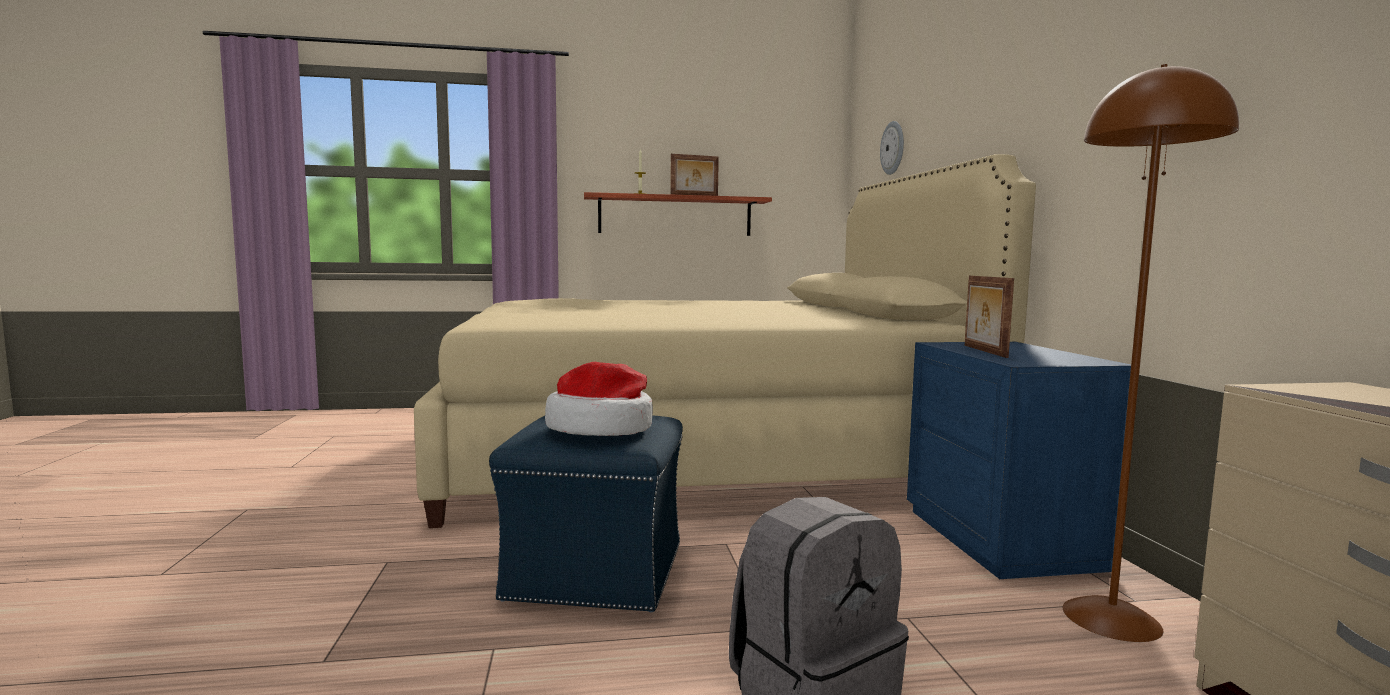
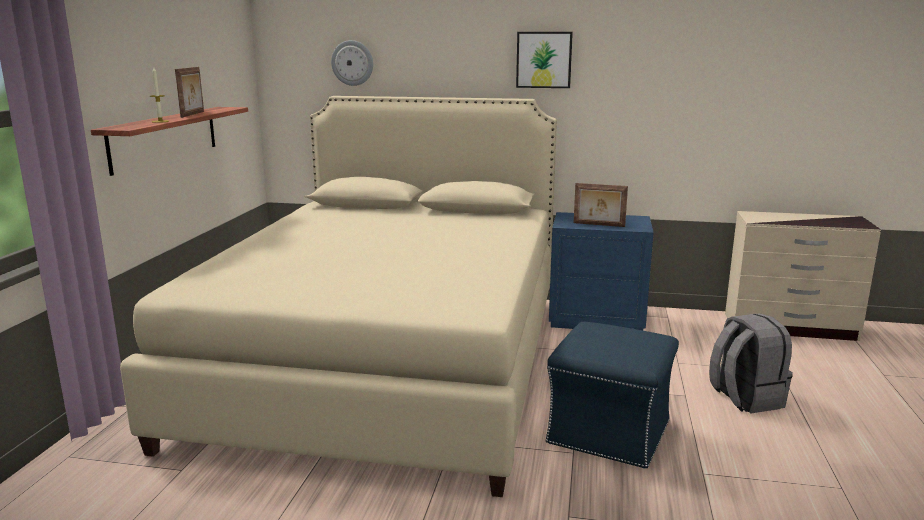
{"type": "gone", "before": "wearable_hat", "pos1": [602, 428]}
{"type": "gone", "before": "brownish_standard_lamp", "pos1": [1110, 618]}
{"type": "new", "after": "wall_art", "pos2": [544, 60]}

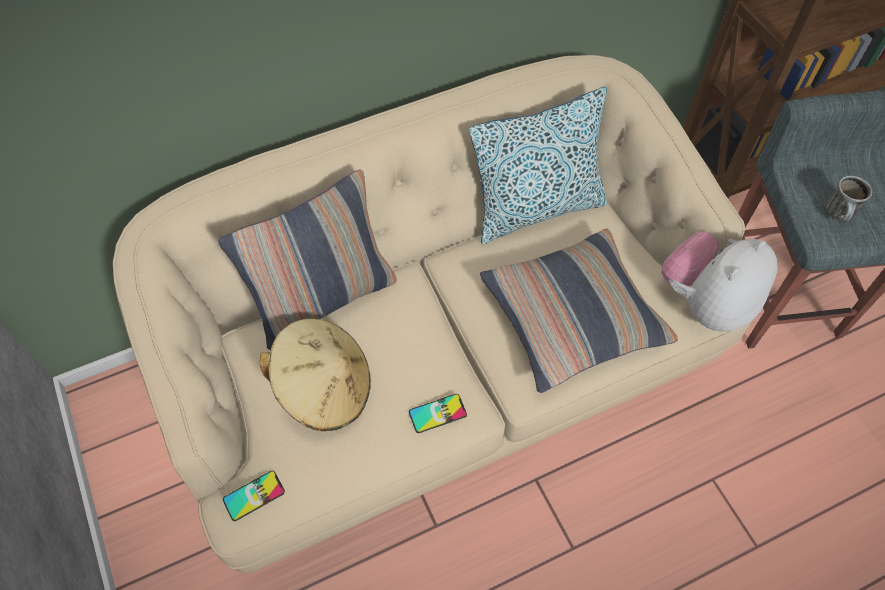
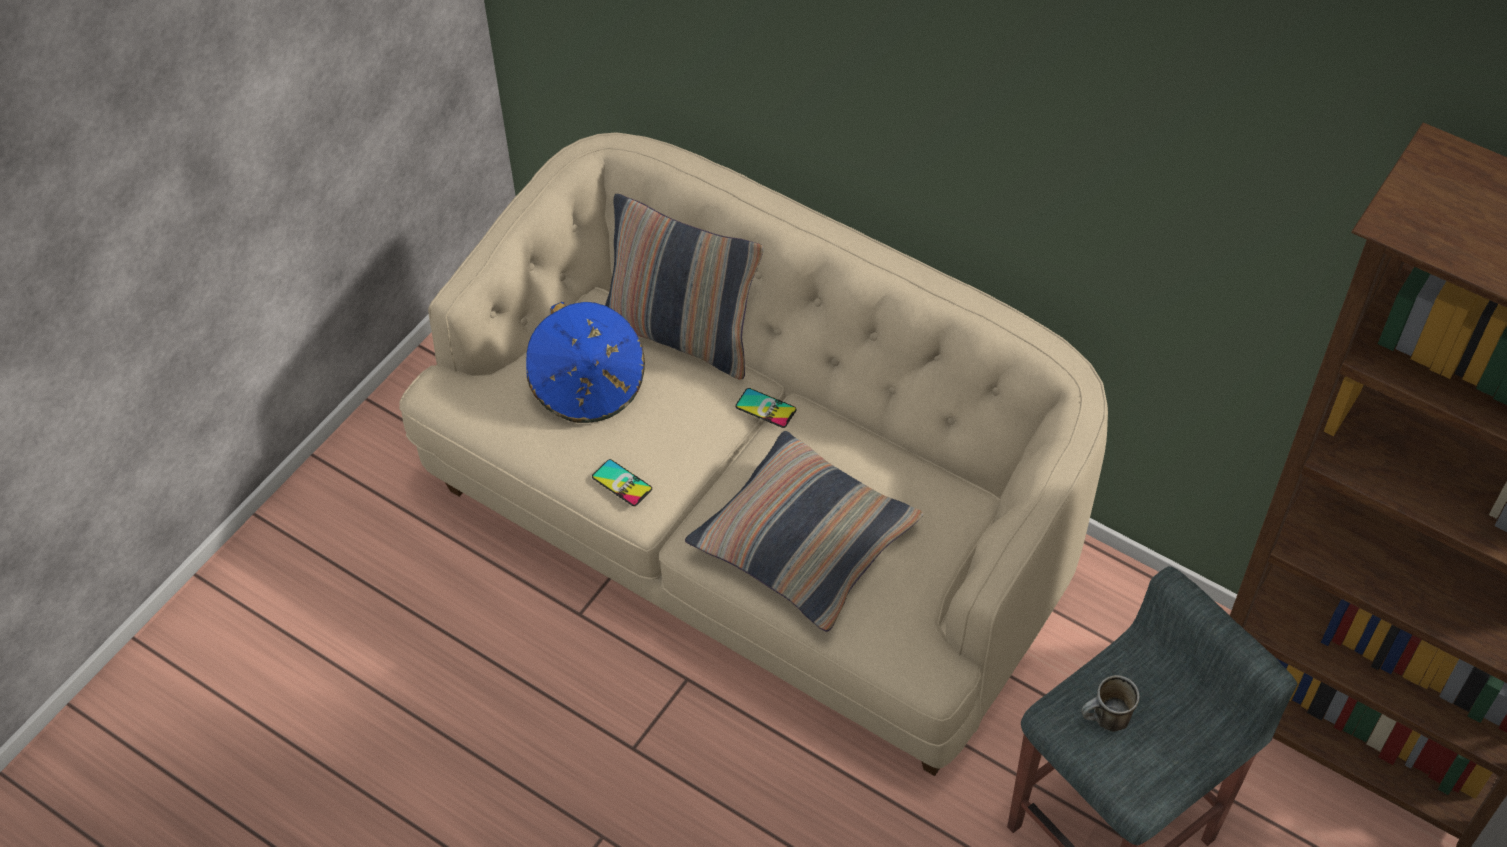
{"type": "gone", "before": "pillow", "pos1": [536, 209]}
{"type": "gone", "before": "soft_toy", "pos1": [706, 303]}
{"type": "shifted", "before": "telephone", "pos1": [254, 495], "pos2": [766, 408]}
{"type": "repainted", "before": "beige_wearable_hat", "after": "blue_wearable_hat", "pos1": [324, 388], "pos2": [588, 385]}

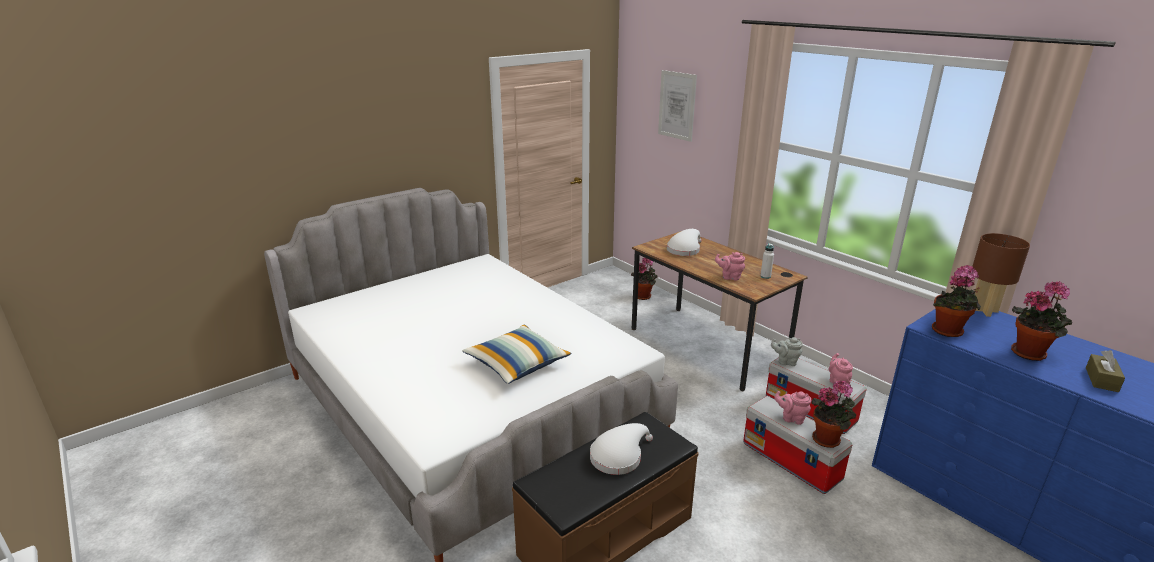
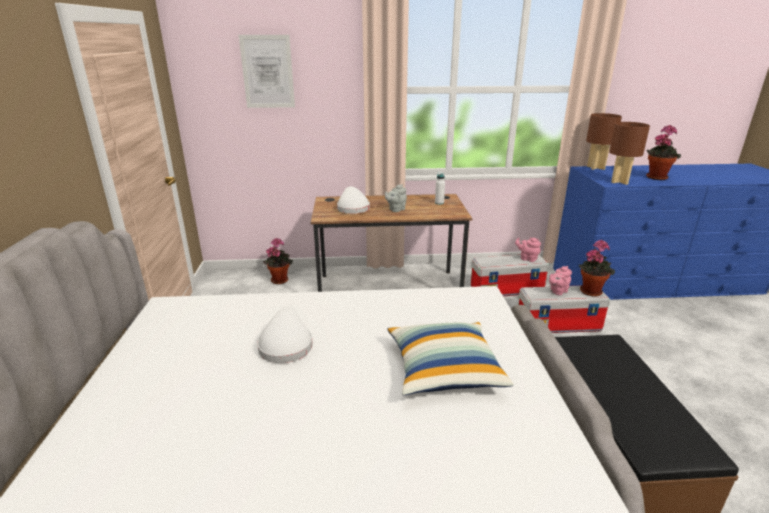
{"type": "gone", "before": "pinkish_teapot", "pos1": [729, 277]}
{"type": "gone", "before": "brownish_tissue_box", "pos1": [1101, 379]}
{"type": "shifted", "before": "white_wearable_hat", "pos1": [618, 456], "pos2": [286, 345]}
{"type": "shifted", "before": "grey_teapot", "pos1": [785, 362], "pos2": [396, 209]}
{"type": "swapped", "before": "plant_in_a_pot", "after": "brownish_lamp_for_a_table", "pos1": [948, 332], "pos2": [620, 182]}

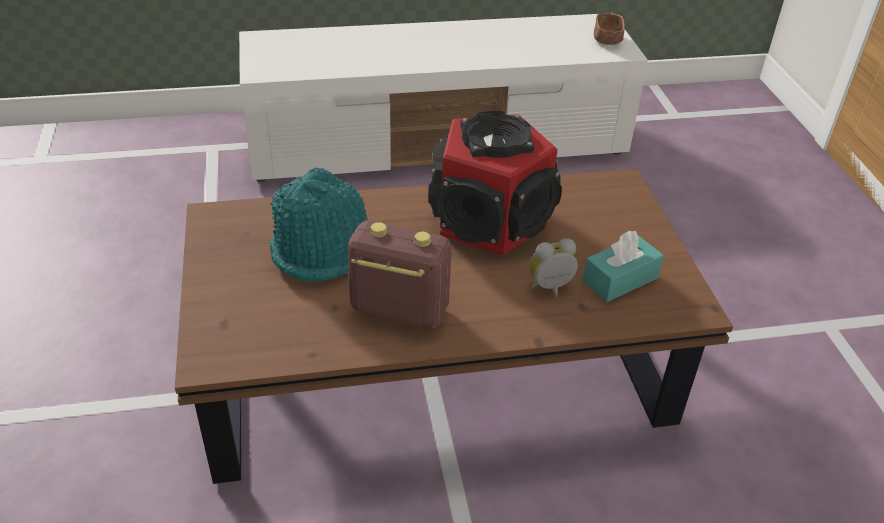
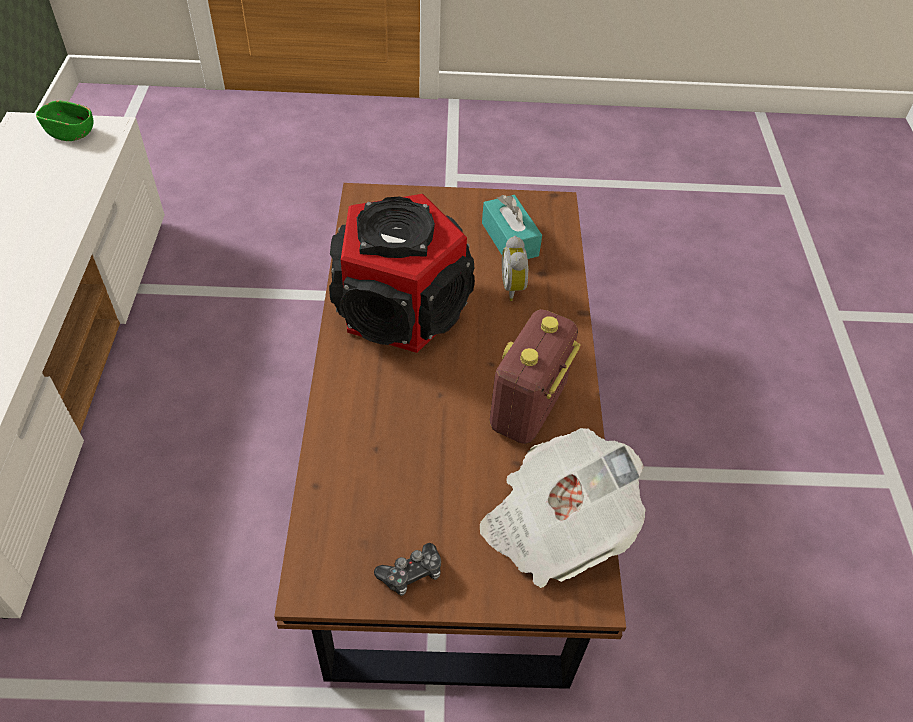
{"type": "gone", "before": "blue-green_wearable_hat", "pos1": [323, 248]}
{"type": "new", "after": "joypad", "pos2": [411, 574]}
{"type": "new", "after": "daily_paper", "pos2": [555, 526]}
{"type": "repainted", "before": "brownish_deep_dish", "after": "green_deep_dish", "pos1": [607, 39], "pos2": [71, 133]}

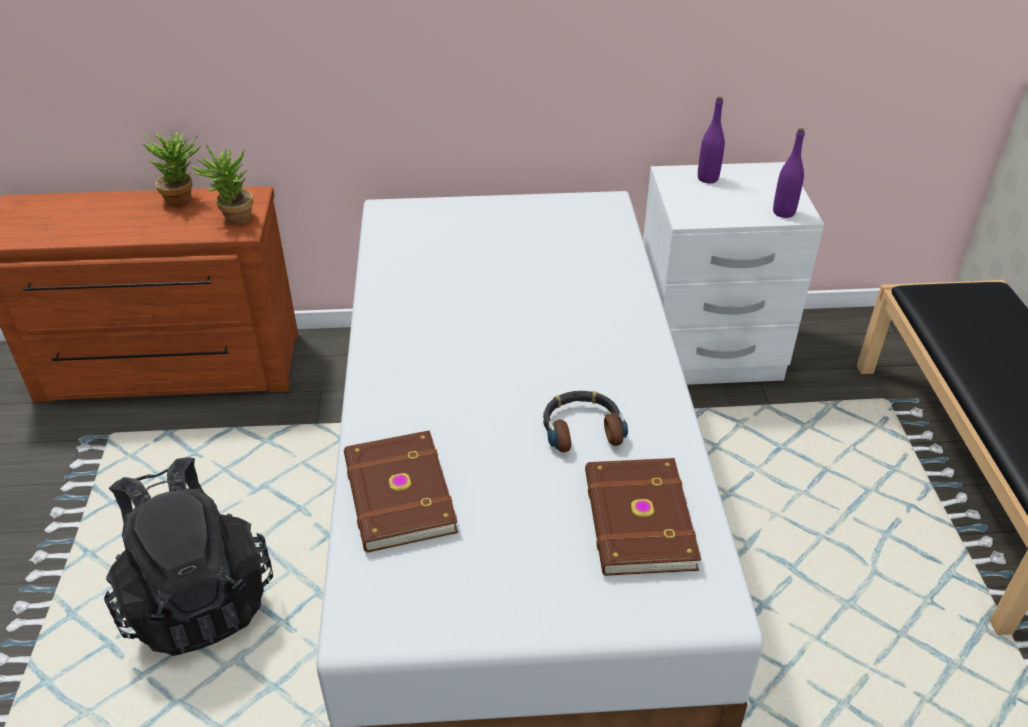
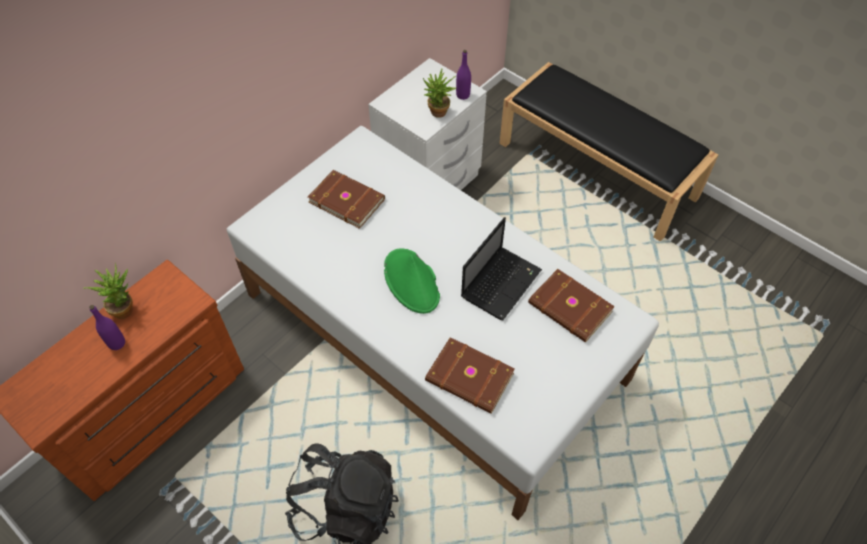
{"type": "new", "after": "brownish_book", "pos2": [347, 200]}
{"type": "new", "after": "green_wearable_hat", "pos2": [412, 282]}
{"type": "shifted", "before": "plant_in_a_pot", "pos1": [233, 219], "pos2": [437, 114]}
{"type": "shifted", "before": "purple_beverage_bottle", "pos1": [707, 178], "pos2": [117, 343]}
{"type": "swapped", "before": "headphones", "after": "notebook_computer", "pos1": [582, 428], "pos2": [501, 282]}

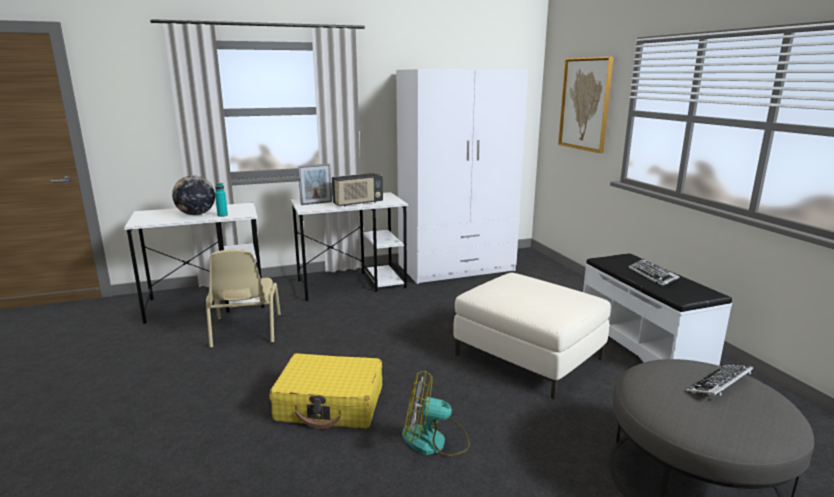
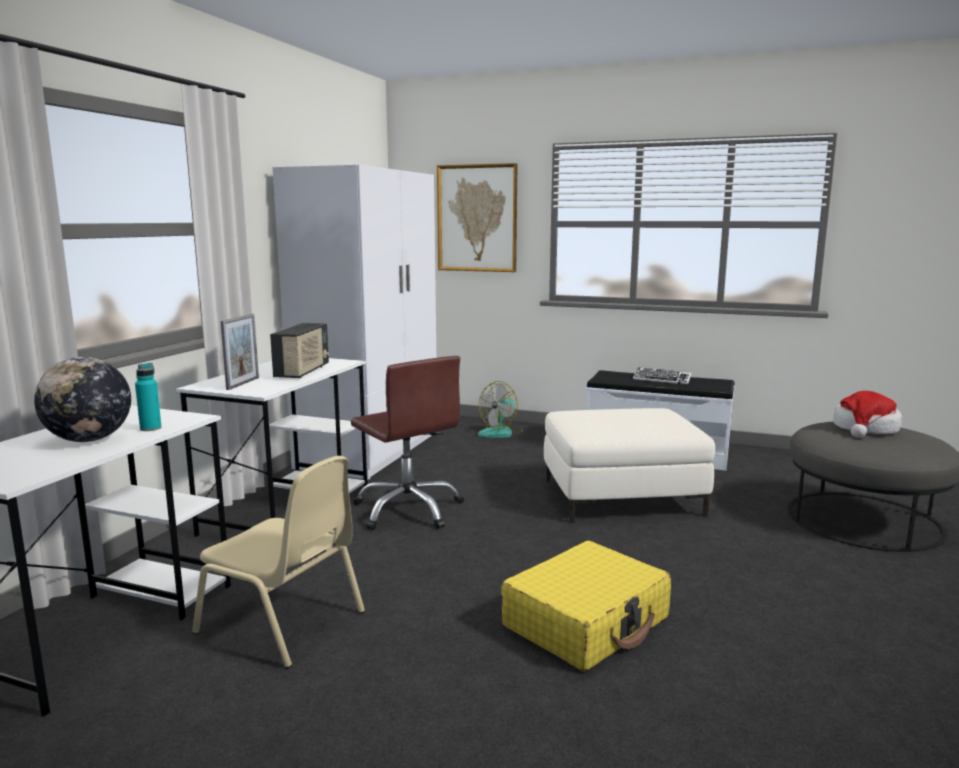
{"type": "new", "after": "brownish_computer_chair", "pos2": [408, 509]}
{"type": "shifted", "before": "cooling_fan", "pos1": [434, 441], "pos2": [501, 432]}
{"type": "swapped", "before": "keyboard", "after": "wearable_hat", "pos1": [719, 385], "pos2": [865, 429]}

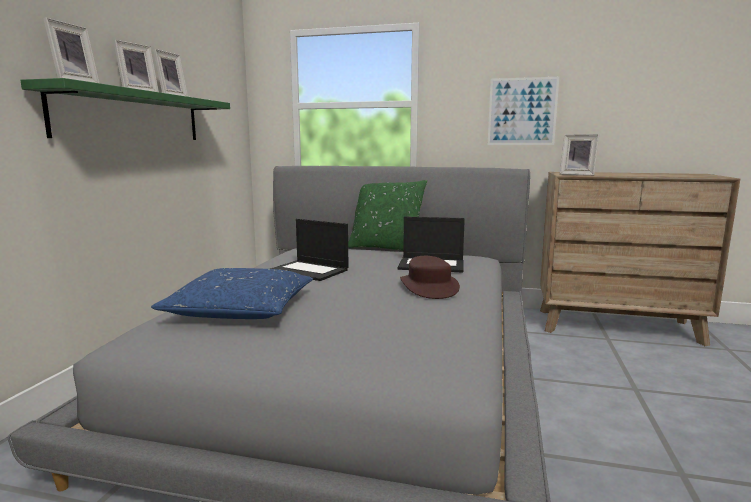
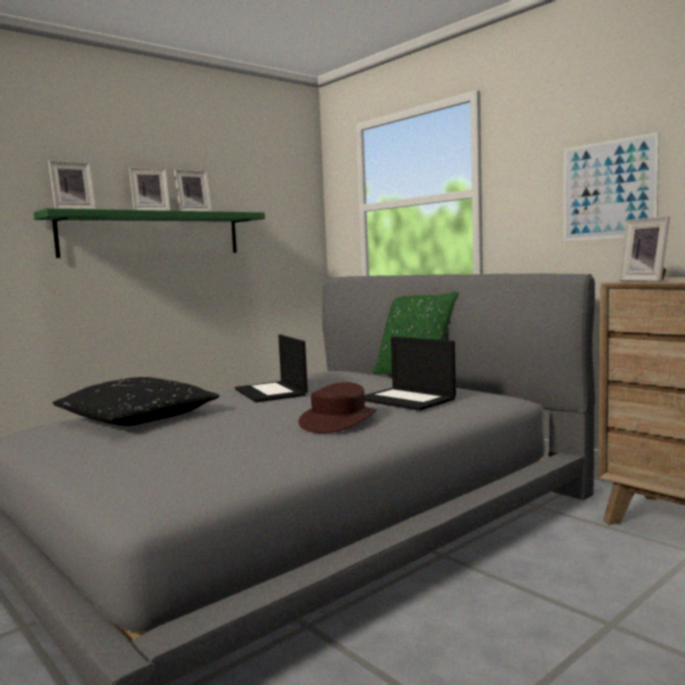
{"type": "repainted", "before": "blue_pillow", "after": "black_pillow", "pos1": [241, 310], "pos2": [137, 418]}

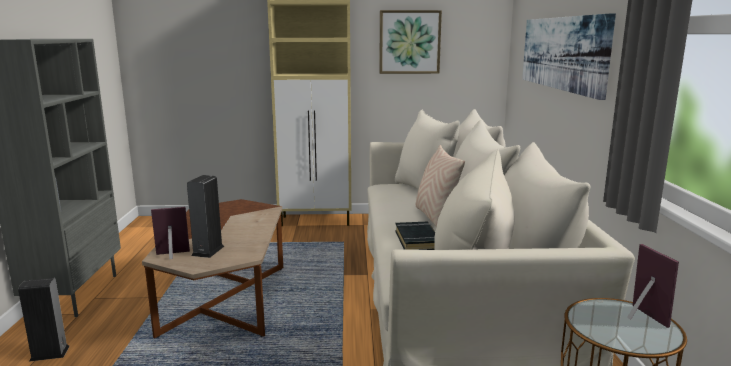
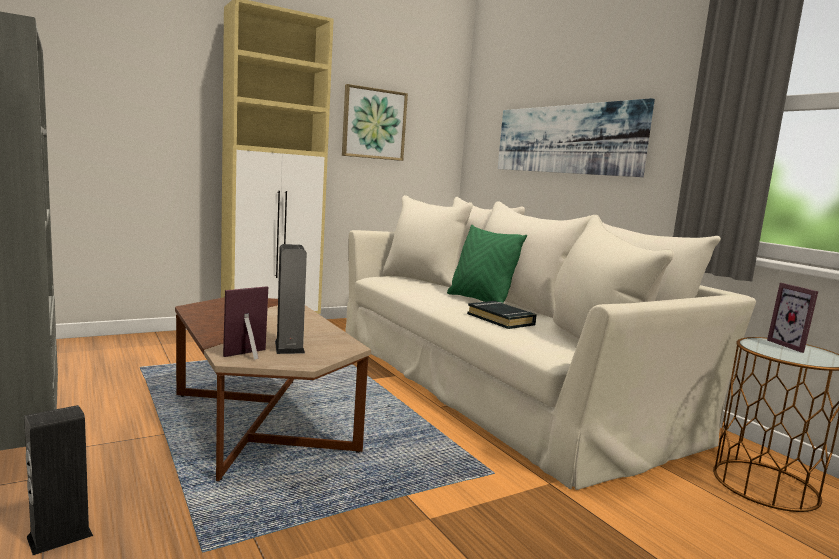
{"type": "repainted", "before": "beige_pillow", "after": "green_pillow", "pos1": [435, 217], "pos2": [480, 300]}
{"type": "rotated", "before": "standing_frame", "pos1": [640, 317], "pos2": [793, 346], "turn": -150}

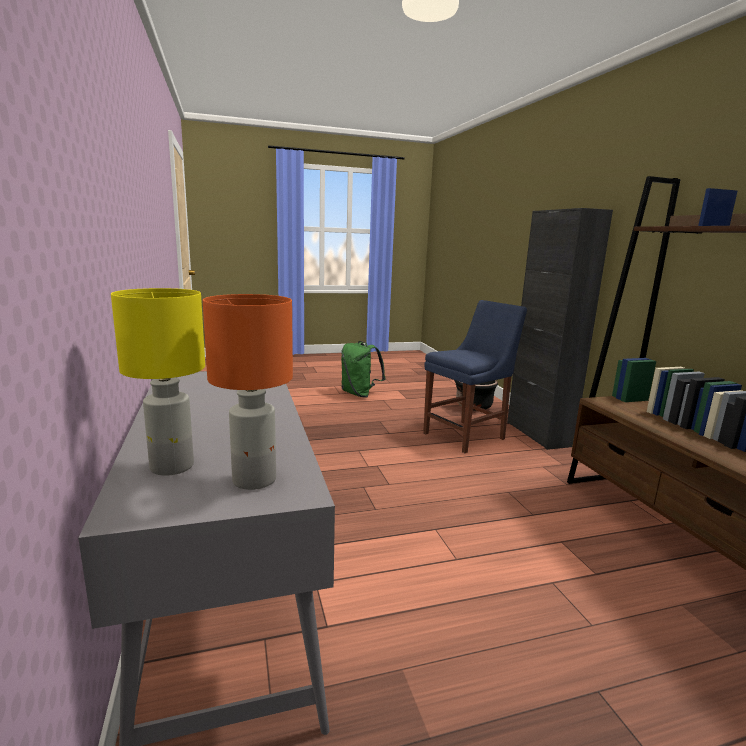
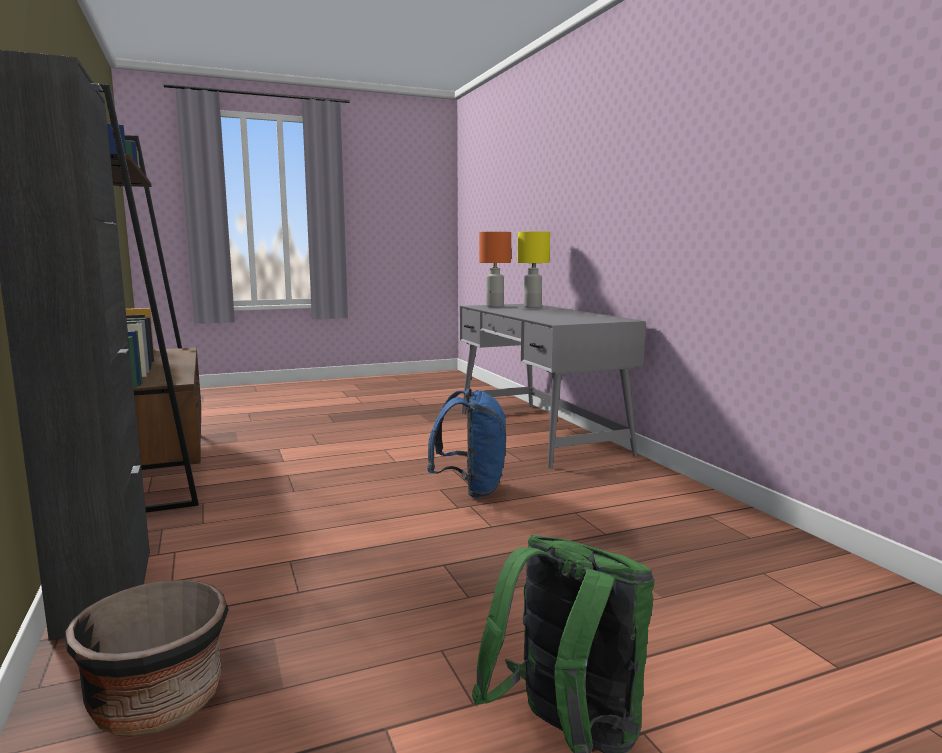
{"type": "gone", "before": "blue_upright_chair", "pos1": [467, 435]}
{"type": "new", "after": "blue_backpack", "pos2": [471, 490]}

